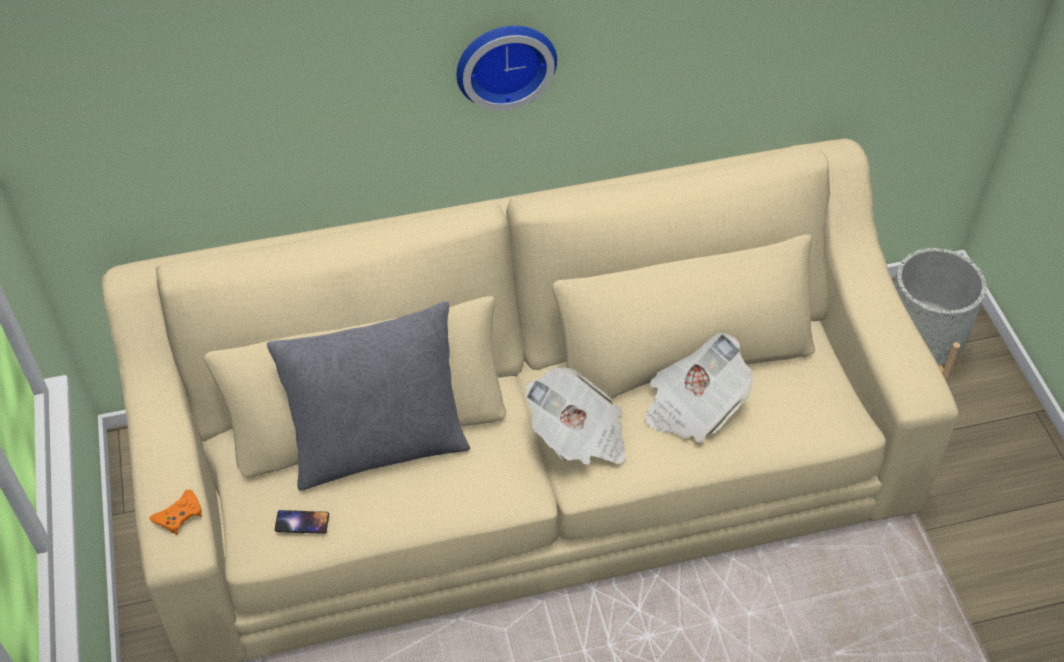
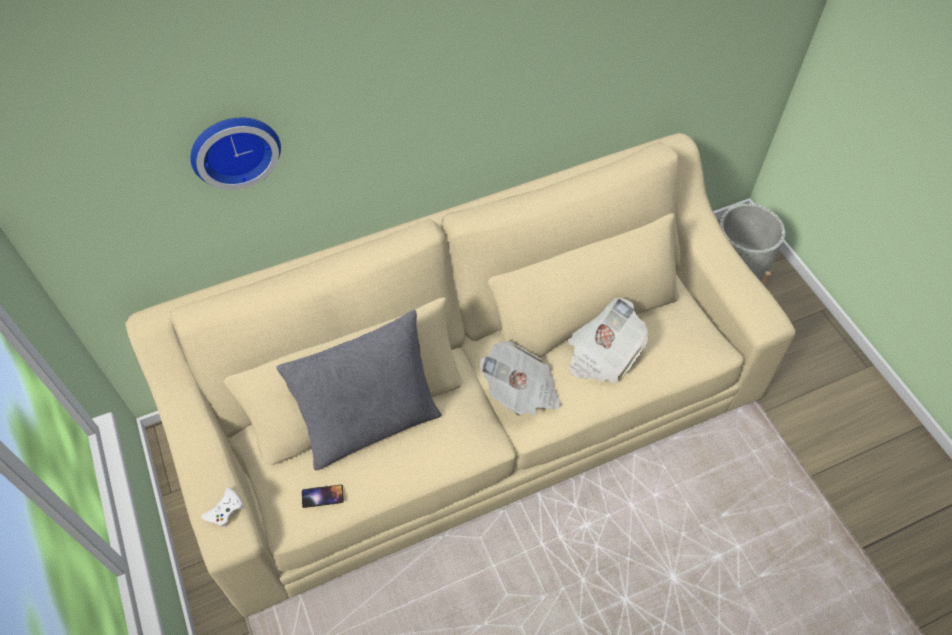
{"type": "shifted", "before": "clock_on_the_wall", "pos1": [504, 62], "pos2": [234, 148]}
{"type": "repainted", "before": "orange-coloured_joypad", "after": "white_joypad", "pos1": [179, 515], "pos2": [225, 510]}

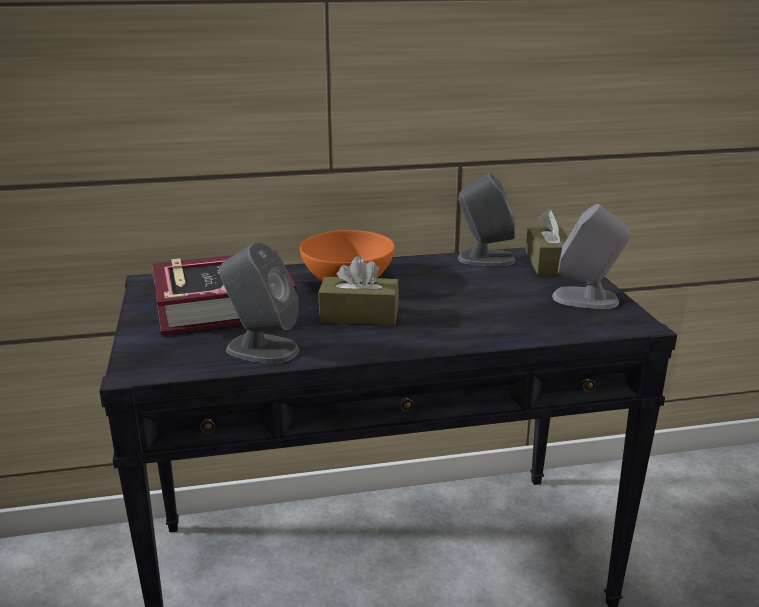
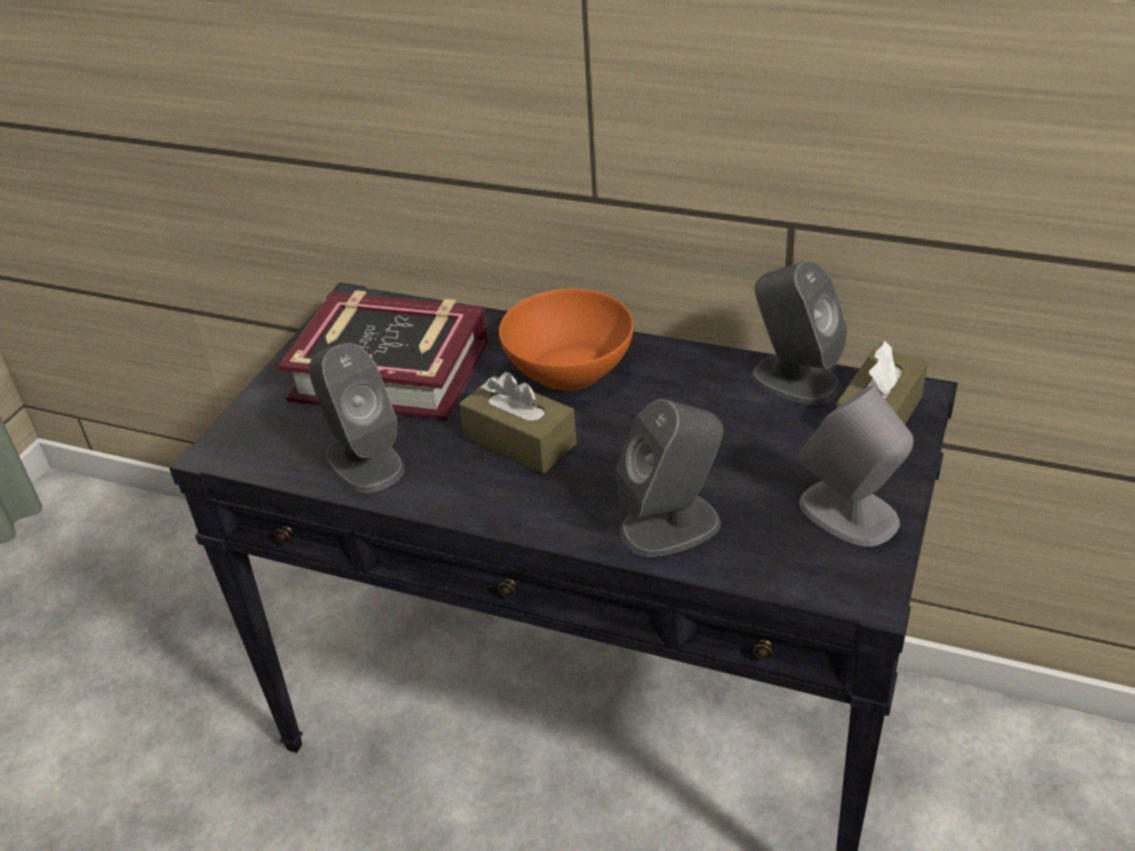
{"type": "new", "after": "grey_audio_speaker", "pos2": [671, 525]}

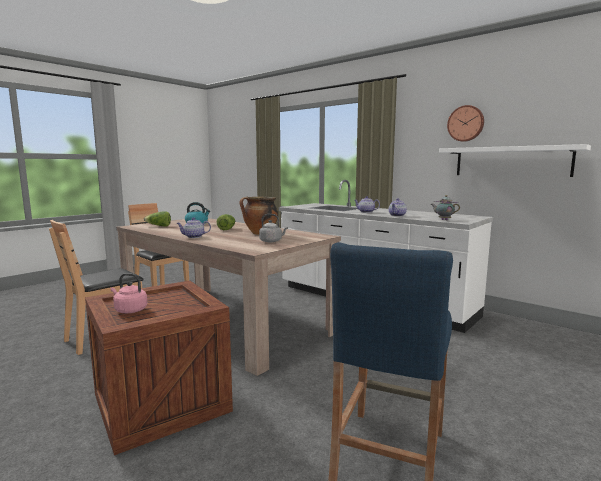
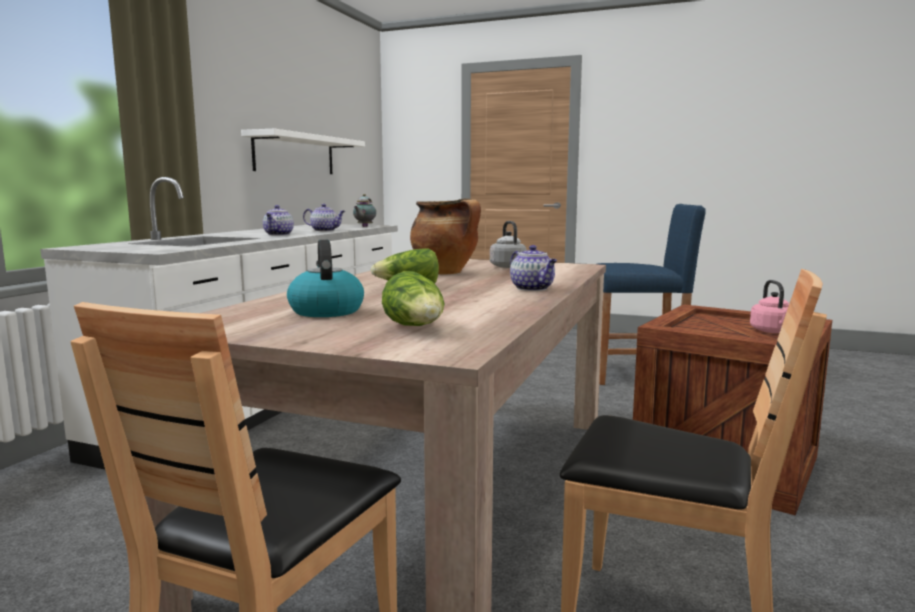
{"type": "gone", "before": "clock_on_the_wall", "pos1": [466, 123]}

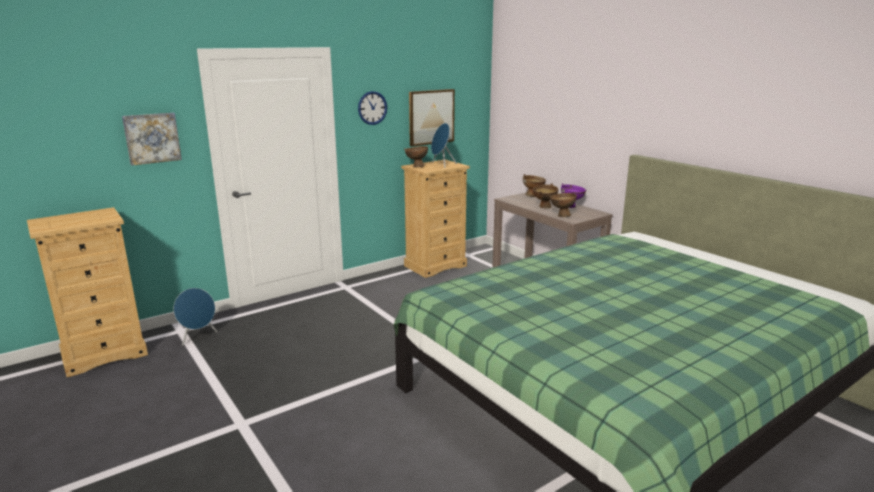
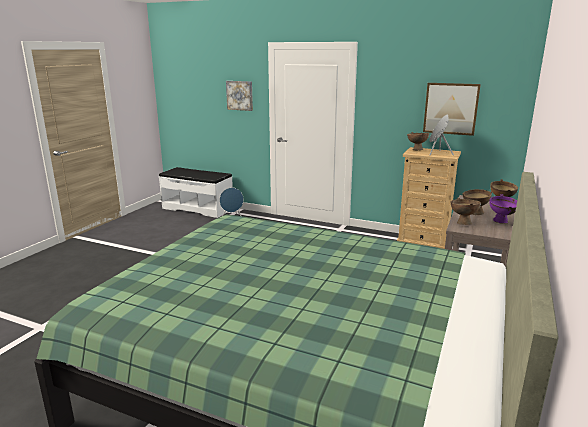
{"type": "gone", "before": "clock_on_the_wall", "pos1": [372, 108]}
{"type": "swapped", "before": "beige_chest_of_drawers", "after": "white_long_seat", "pos1": [105, 354], "pos2": [198, 208]}

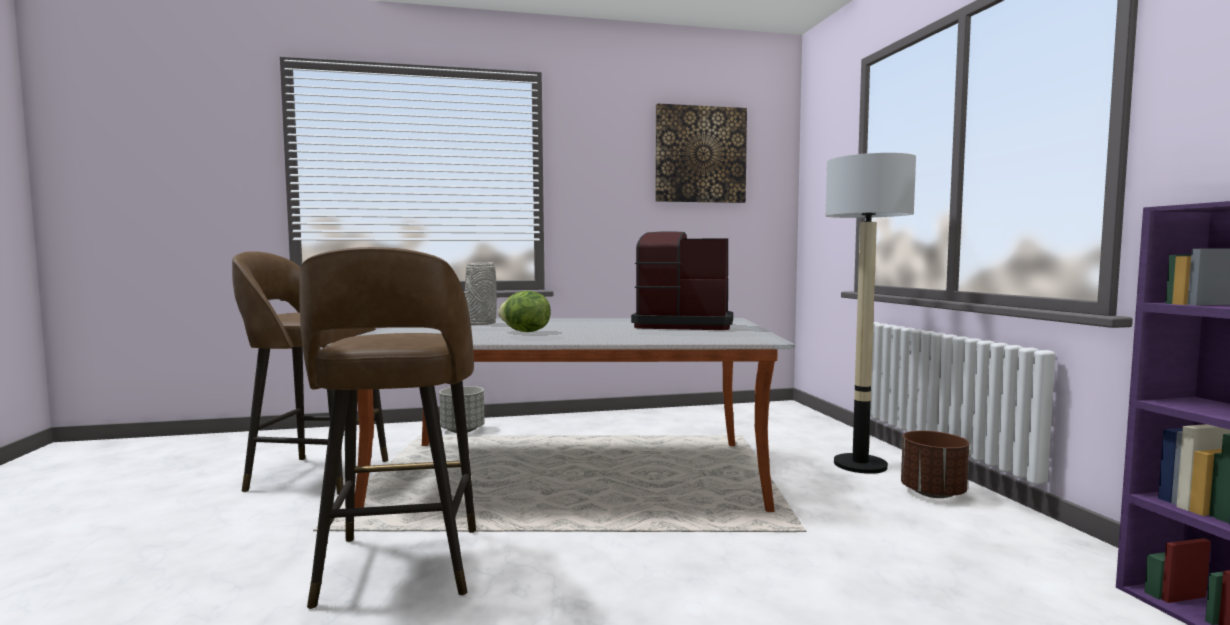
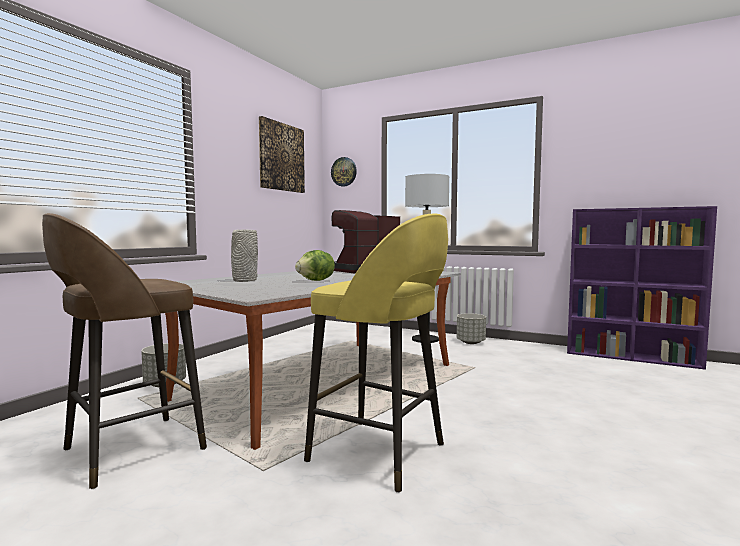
{"type": "new", "after": "clock_on_the_wall", "pos2": [344, 172]}
{"type": "repainted", "before": "brownish_stool", "after": "yellowish_stool", "pos1": [399, 568], "pos2": [380, 454]}
{"type": "repainted", "before": "brownish_plant_pot", "after": "grey_plant_pot", "pos1": [932, 493], "pos2": [470, 342]}

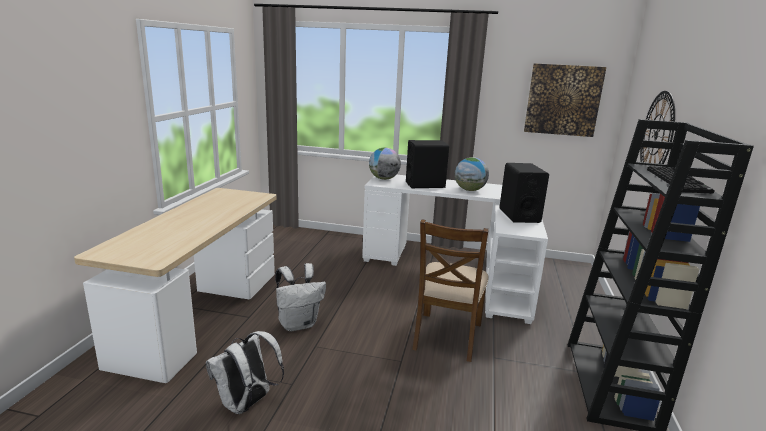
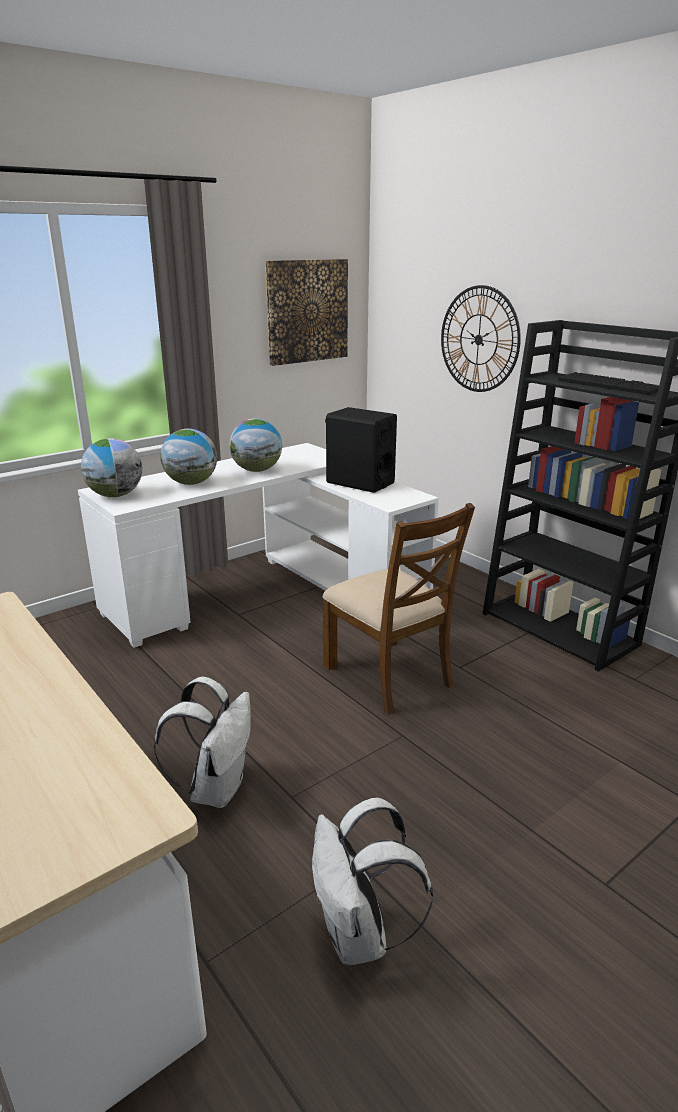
{"type": "swapped", "before": "black_audio_speaker", "after": "world_globe", "pos1": [425, 185], "pos2": [191, 483]}

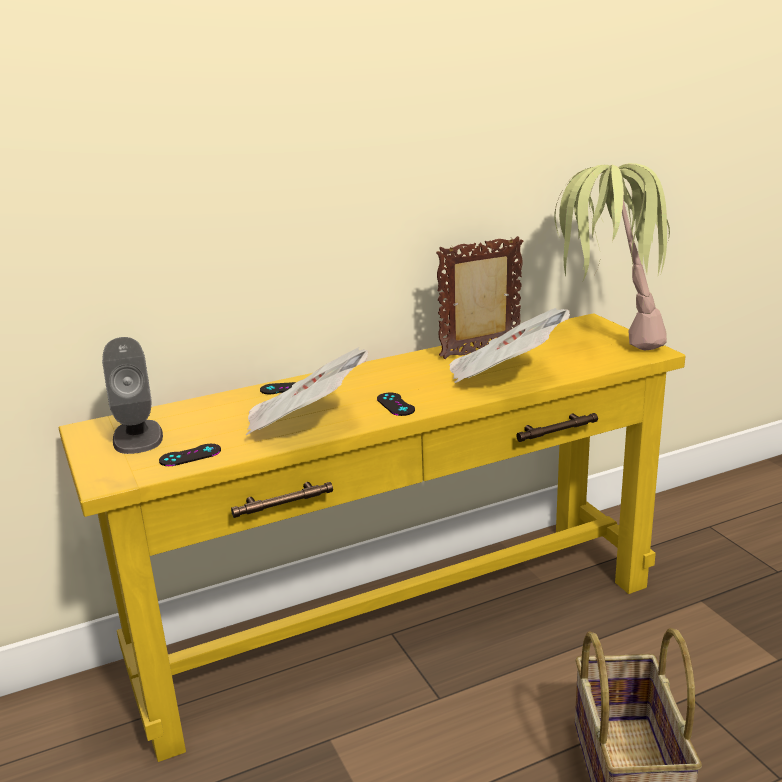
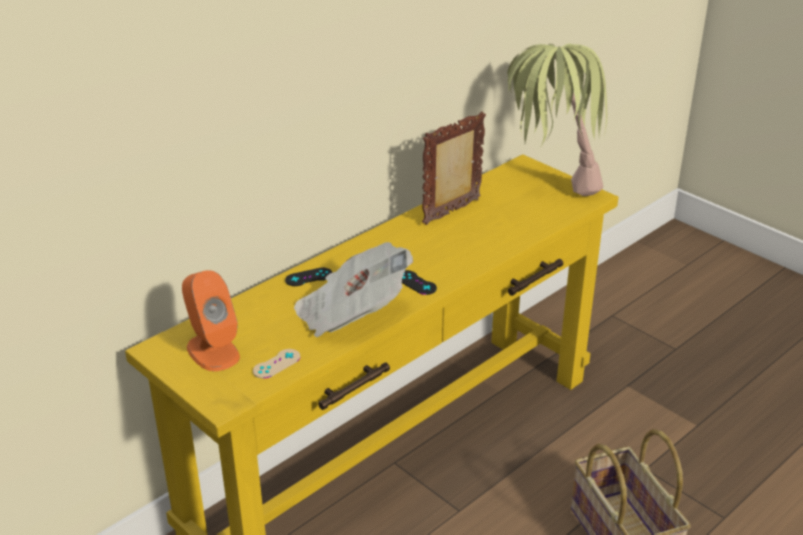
{"type": "gone", "before": "daily_paper", "pos1": [503, 375]}
{"type": "repainted", "before": "grey_audio_speaker", "after": "orange-coloured_audio_speaker", "pos1": [137, 437], "pos2": [212, 351]}
{"type": "repainted", "before": "black_joypad", "after": "beige_joypad", "pos1": [190, 455], "pos2": [276, 364]}

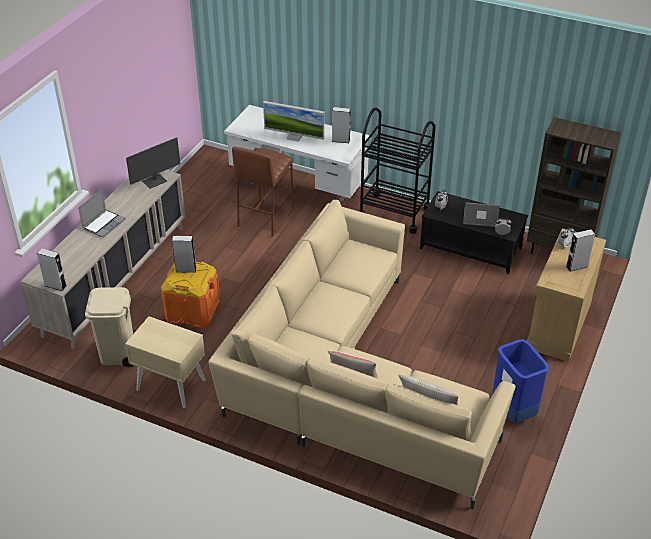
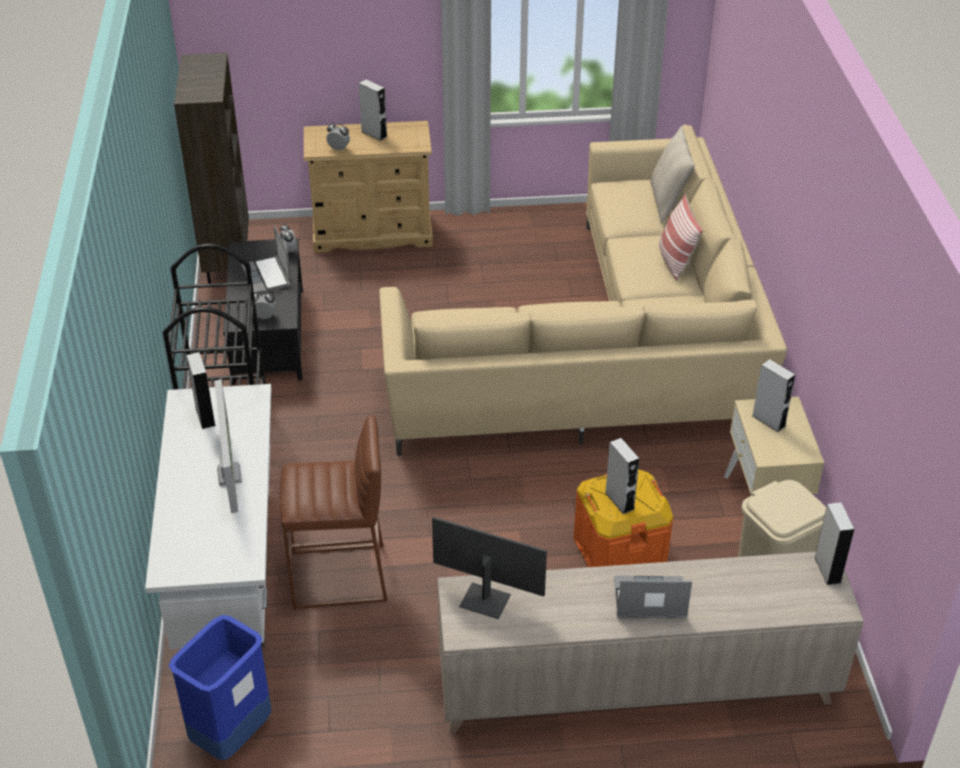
{"type": "new", "after": "grey_audio_speaker", "pos2": [768, 421]}
{"type": "shifted", "before": "blue_waste_bin", "pos1": [513, 411], "pos2": [231, 735]}

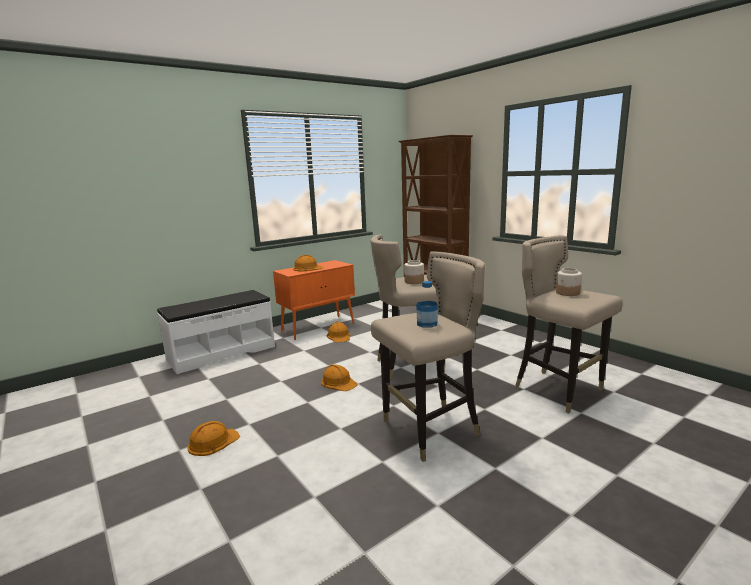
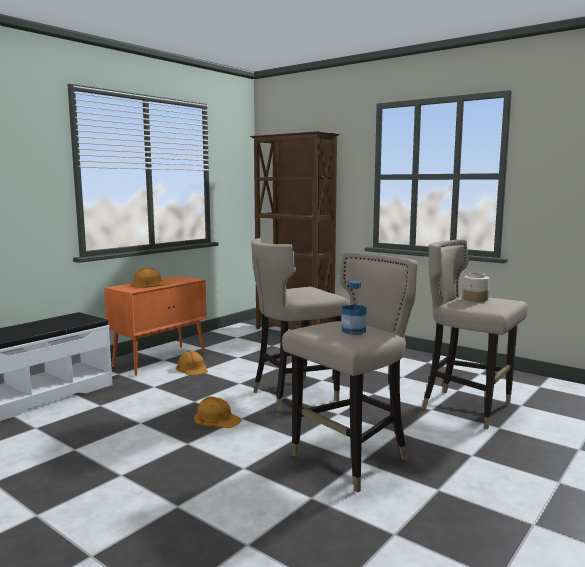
{"type": "gone", "before": "orange-coloured_work_helmet", "pos1": [213, 442]}
{"type": "gone", "before": "storage_jar", "pos1": [414, 281]}

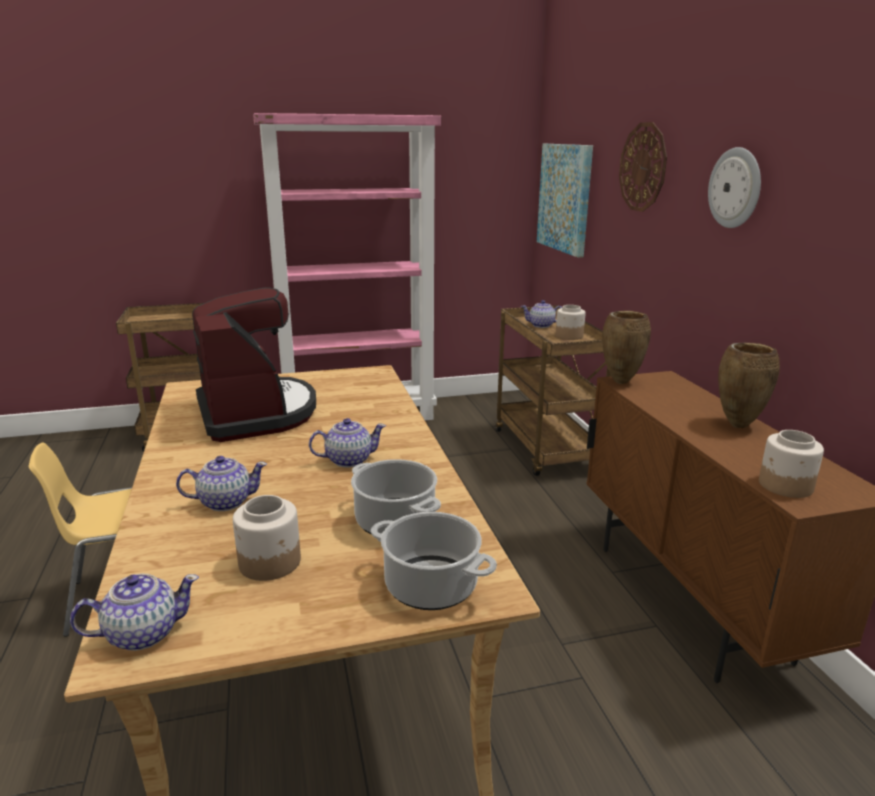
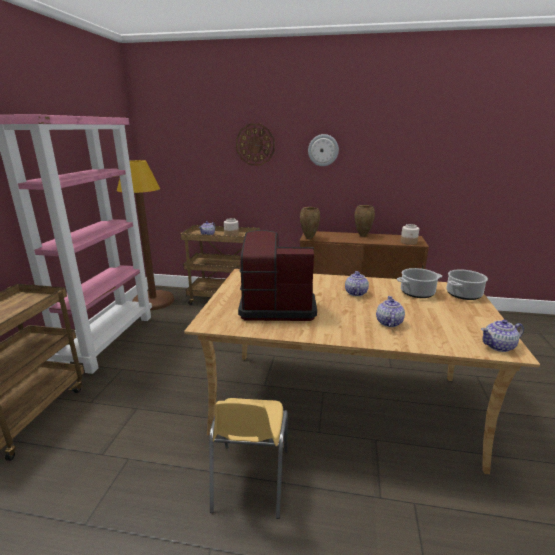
{"type": "gone", "before": "storage_jar", "pos1": [270, 562]}
{"type": "gone", "before": "wall_art", "pos1": [565, 198]}
{"type": "new", "after": "brownish_standard_lamp", "pos2": [153, 301]}
{"type": "rotated", "before": "teapot", "pos1": [142, 633], "pos2": [499, 346], "turn": -105}

